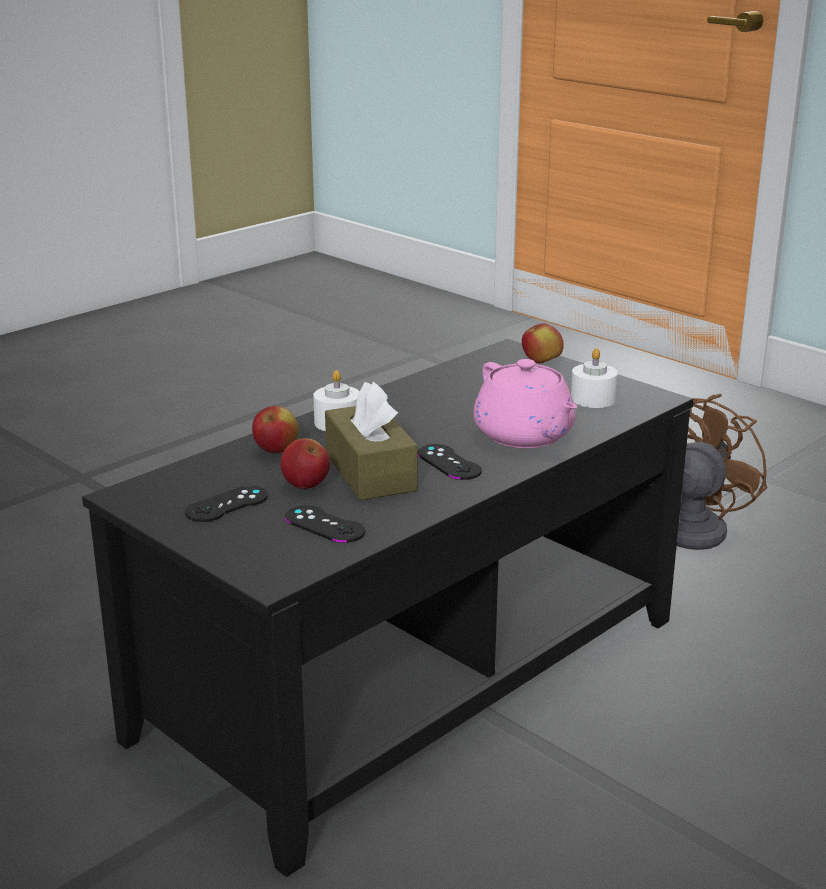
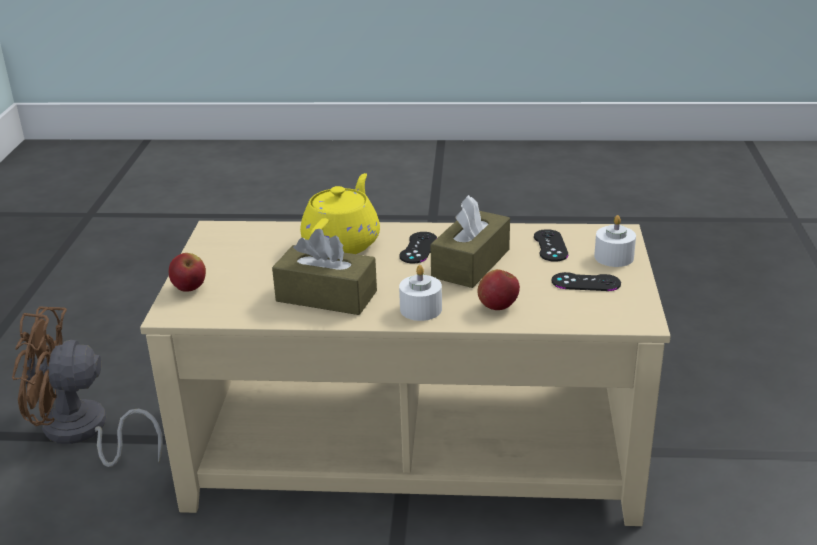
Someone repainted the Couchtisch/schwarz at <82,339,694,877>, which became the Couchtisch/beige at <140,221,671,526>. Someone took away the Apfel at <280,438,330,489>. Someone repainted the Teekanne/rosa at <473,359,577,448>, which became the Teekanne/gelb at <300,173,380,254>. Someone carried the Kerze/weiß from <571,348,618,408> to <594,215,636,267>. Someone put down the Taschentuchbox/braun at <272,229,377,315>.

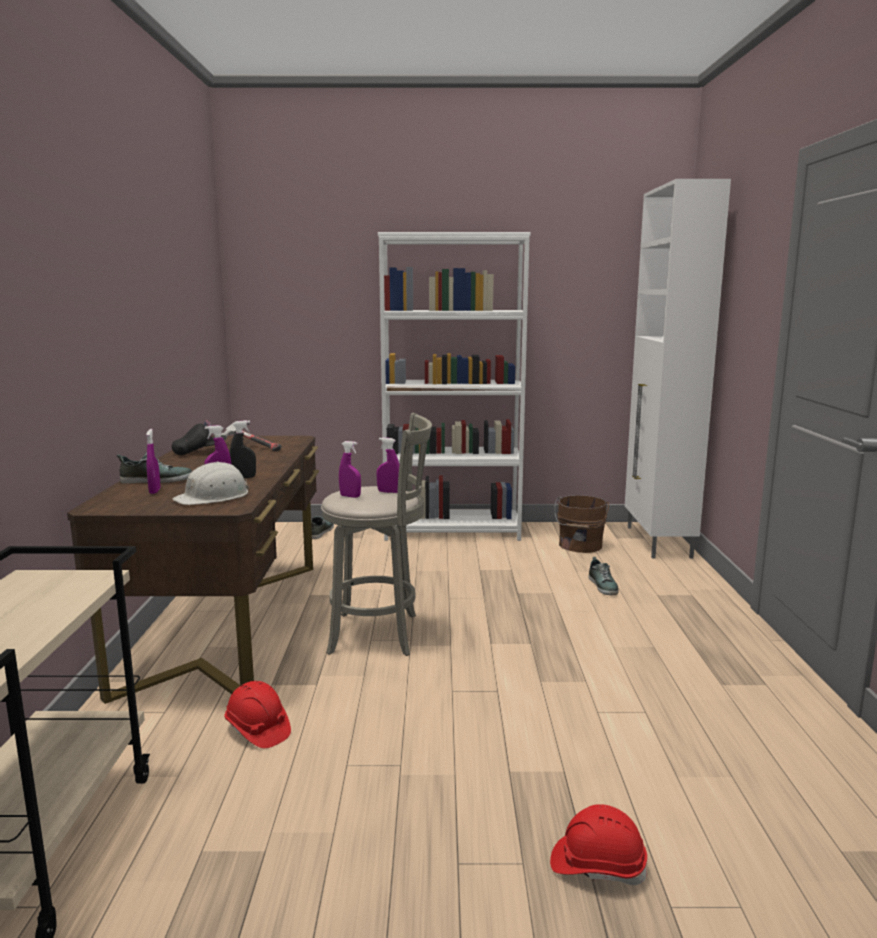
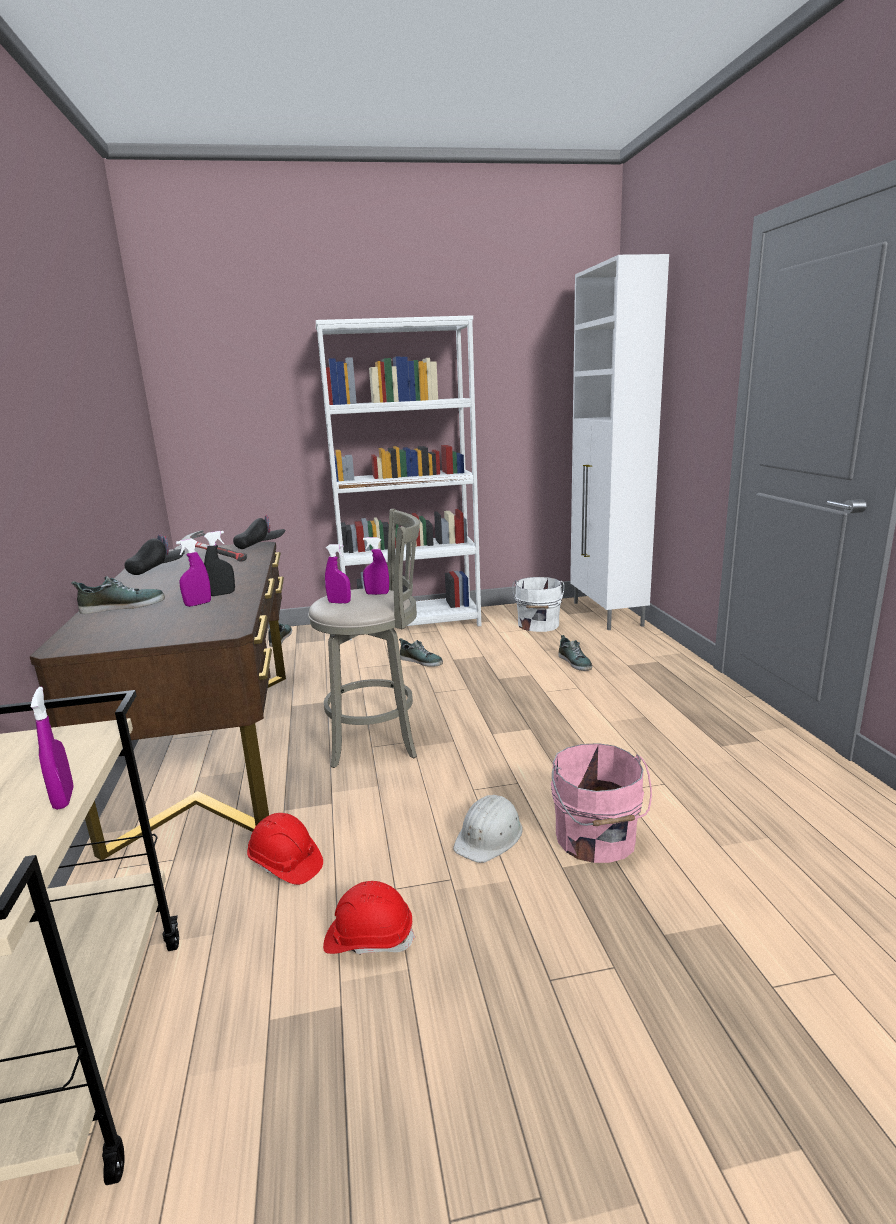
Someone carried the Sprühflasche/lila from <146,429,160,494> to <31,687,74,810>. Someone carried the Schutzhelm/weiß from <172,461,248,505> to <453,795,523,863>. Someone carried the Schutzhelm/rot from <550,804,647,885> to <323,881,415,955>. Someone repainted the Eimer/braun at <554,495,609,553>, which became the Eimer/weiß at <512,577,564,632>. Someone put down the Kappe/schwarz at <233,515,285,549>. Someone put down the Schuh at <399,638,443,667>. Someone put down the Eimer/rosa at <551,743,652,863>.

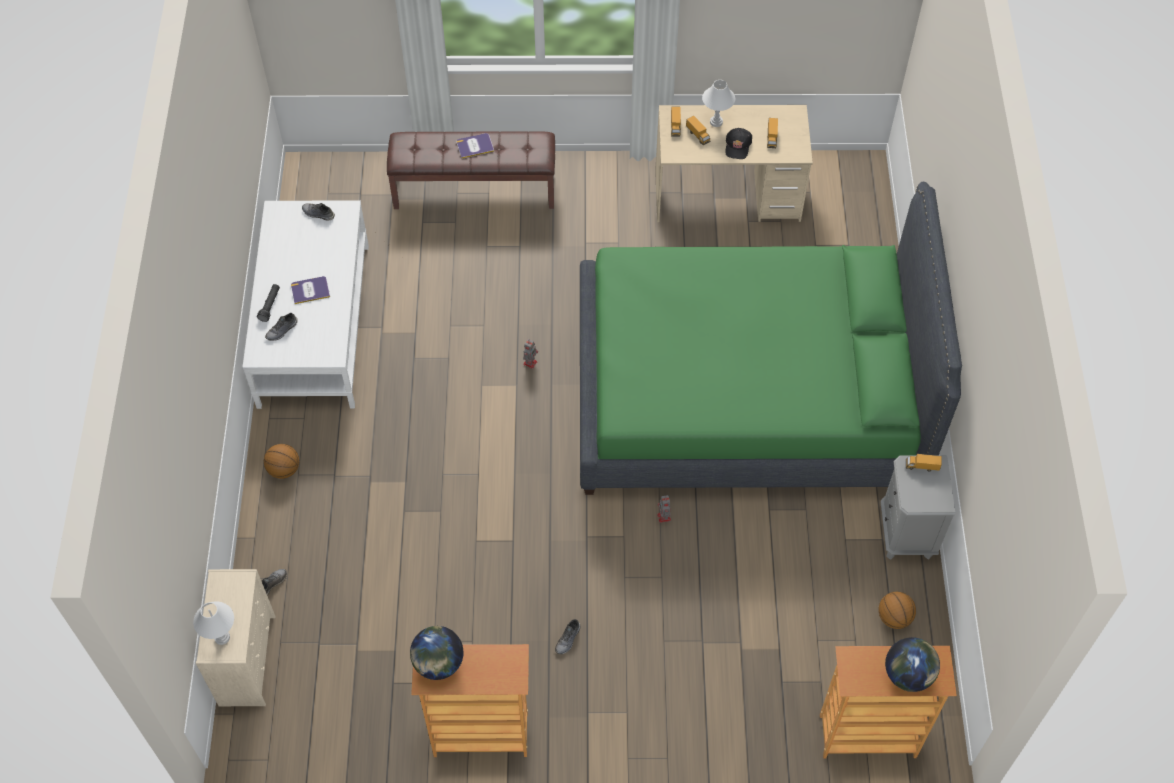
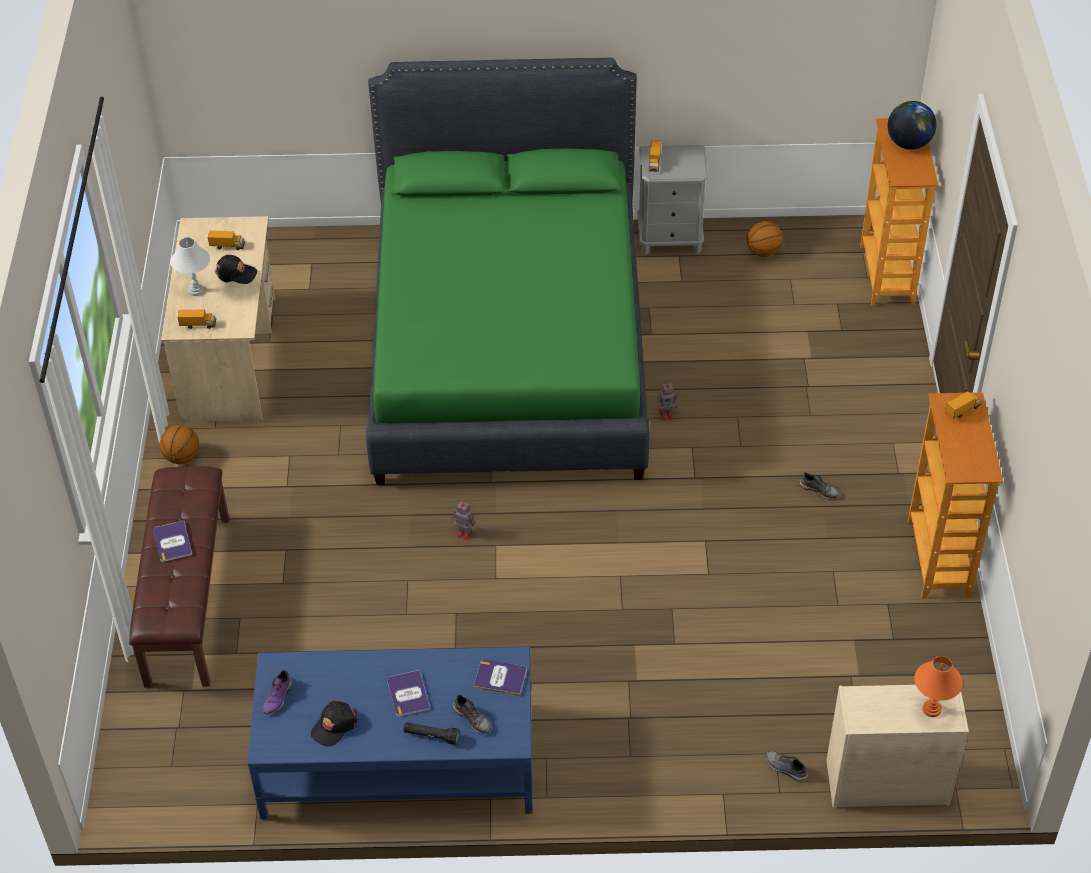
Someone repainted the Tischlampe/weiß at <193,602,234,645>, which became the Tischlampe/orange at <914,656,963,717>. Someone repainted the Couchtisch/weiß at <242,200,369,409>, which became the Couchtisch/blau at <247,647,533,819>. Someone carried the Basketball from <264,444,299,479> to <160,425,199,464>. Someone repainted the Schuh/grau at <302,203,335,220>, which became the Schuh/lila at <262,670,292,714>. Someone took away the Globus at <410,626,463,680>. Someone carried the Spielzeuglaster from <686,116,710,145> to <945,391,981,419>. Someone put down the Kappe/schwarz at <311,701,357,746>. Someone put down the Buch at <474,659,527,696>.

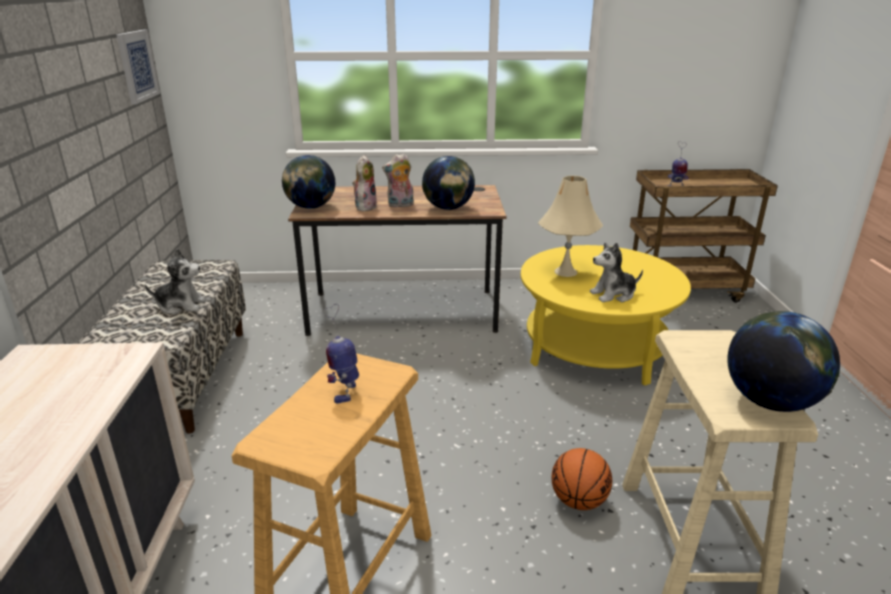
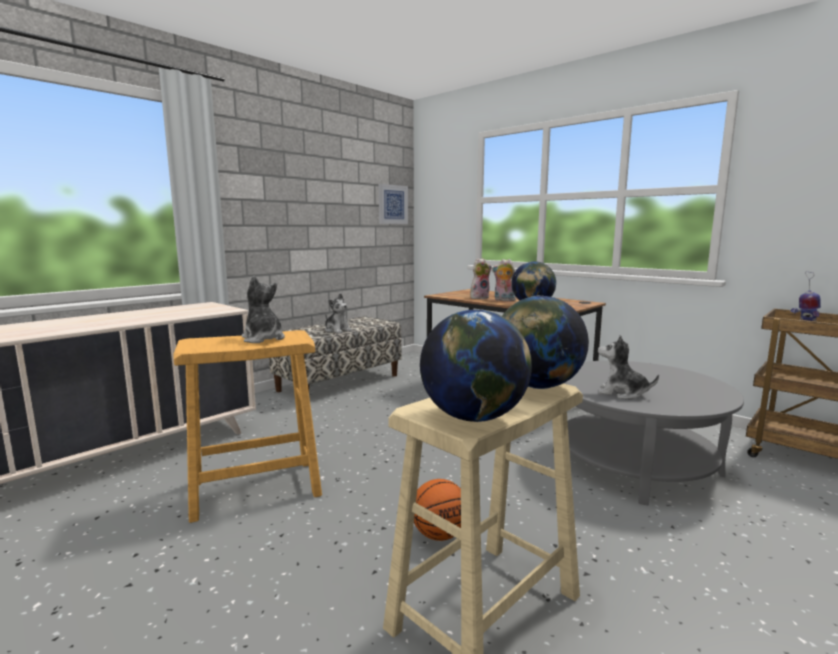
Someone carried the Globus from <282,155,335,209> to <502,296,589,389>. Someone swapped the Spielzeugroboter at <324,304,359,403> for the Plüschtier at <242,276,285,343>. Someone repainted the Couchtisch/gelb at <521,245,691,386>, which became the Couchtisch/grau at <552,361,744,505>. Someone took away the Tischlampe/beige at <538,176,603,277>.

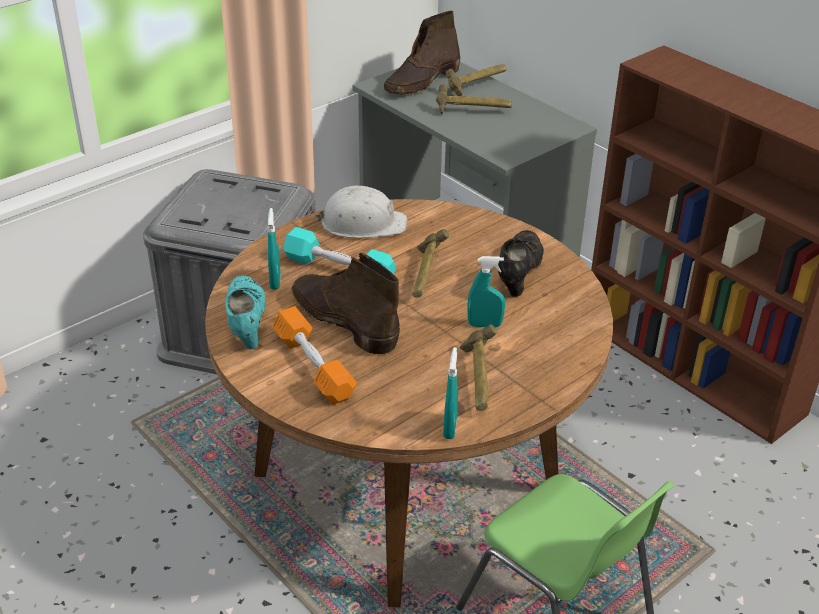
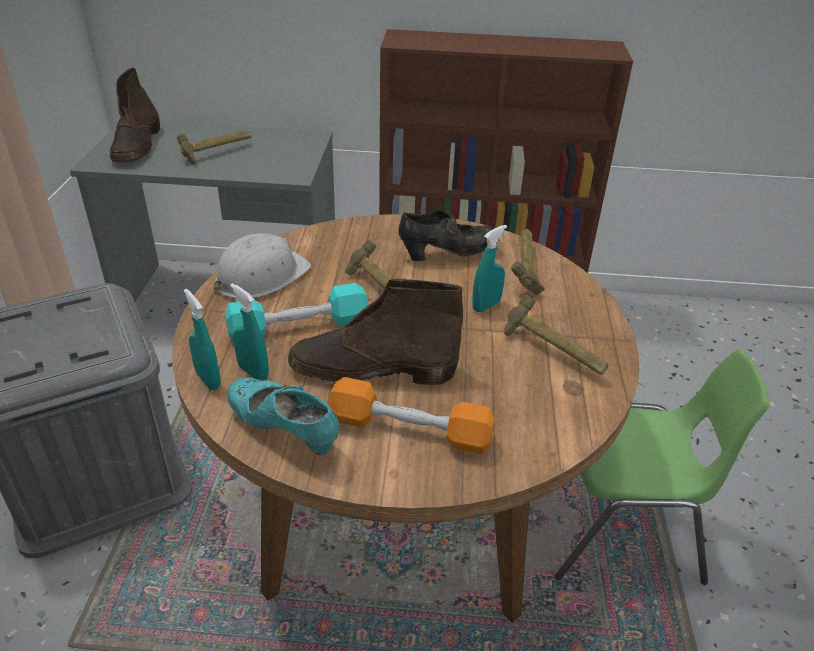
Someone carried the Sprühflasche/türkis from <443,347,458,439> to <184,289,221,390>. Someone carried the Hammer from <446,64,507,96> to <511,229,545,295>. Someone rotated the Schuh/schwarz at <498,230,544,297> by 105 degrees clockwise.

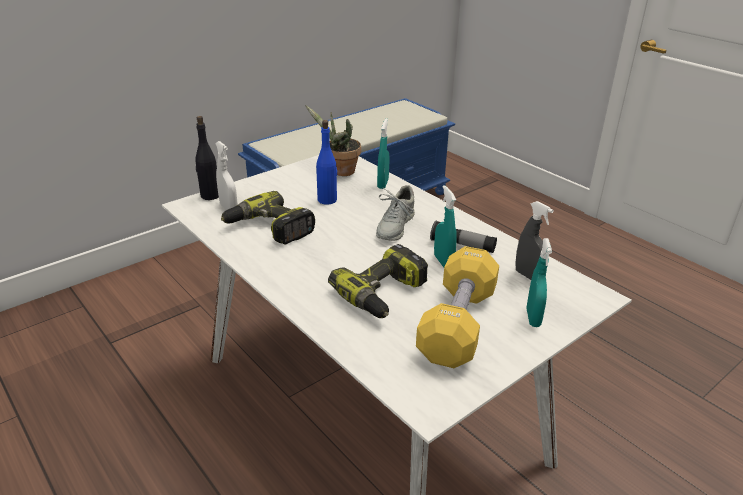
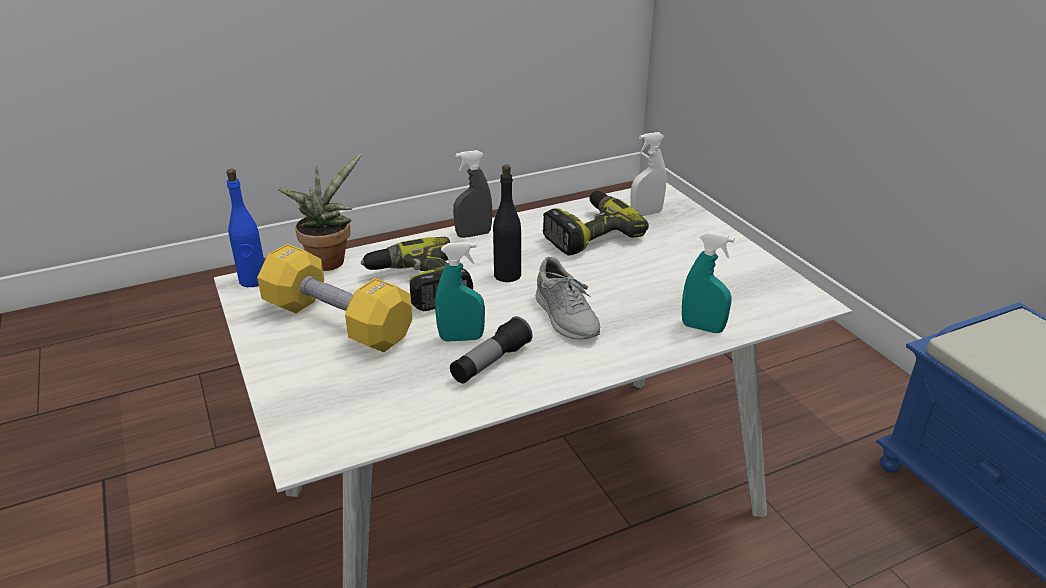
Someone carried the Flasche/schwarz from <195,116,219,200> to <493,165,521,282>. Someone carried the Topfpflanze from <305,105,361,176> to <278,154,361,271>. Someone carried the Flasche/blau from <316,120,337,205> to <226,169,264,287>. Someone rotated the Schuh/grau at <376,185,415,241> by 150 degrees counterclockwise. Someone carried the Sprühflasche/grau from <515,201,554,280> to <453,150,492,238>. Someone took away the Sprühflasche/türkis at <527,238,552,327>.

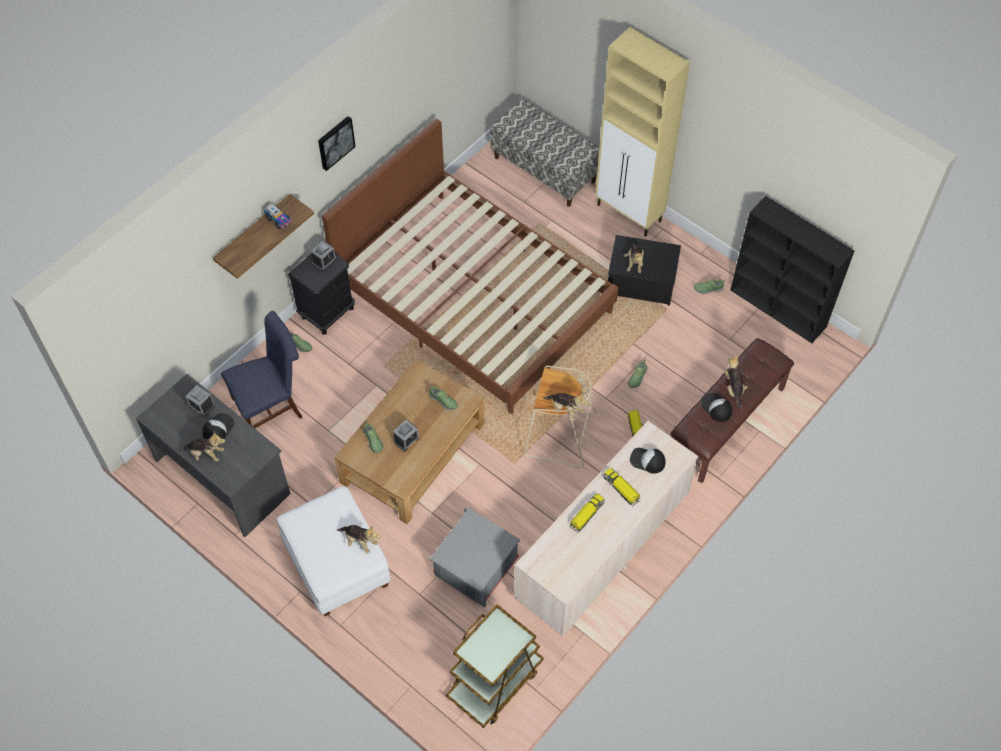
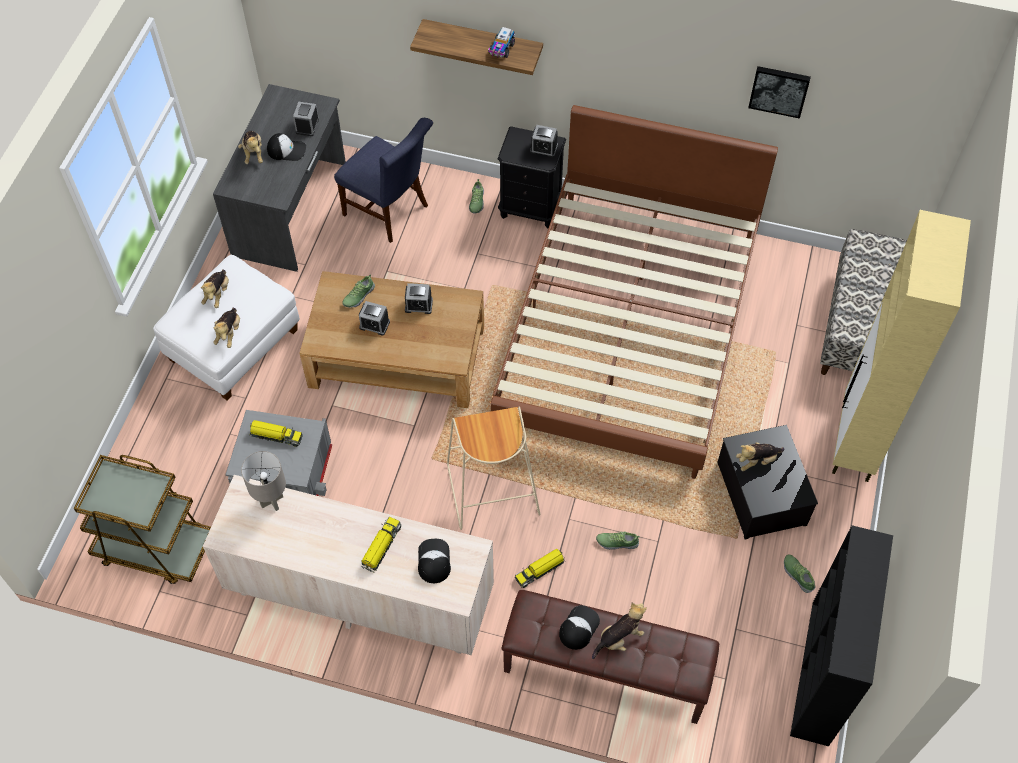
Someone carried the Bild from <318,116,356,171> to <748,66,811,119>. Someone took away the Schuh at <429,386,457,410>. Someone carried the Plüschtier from <543,392,589,421> to <201,269,229,308>. Someone carried the Spielzeuglaster from <569,493,605,533> to <250,420,303,447>. Someone put down the Tischlampe/grau at <241,451,286,511>. Someone put down the Wecker at <405,283,433,314>.

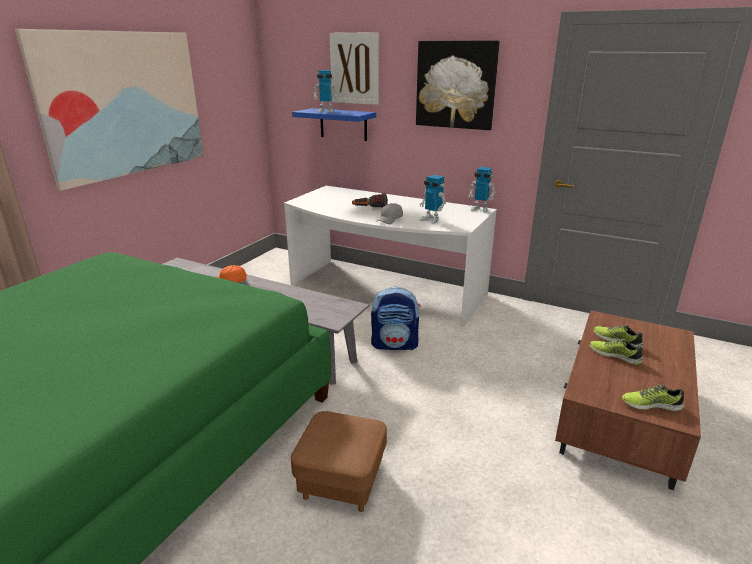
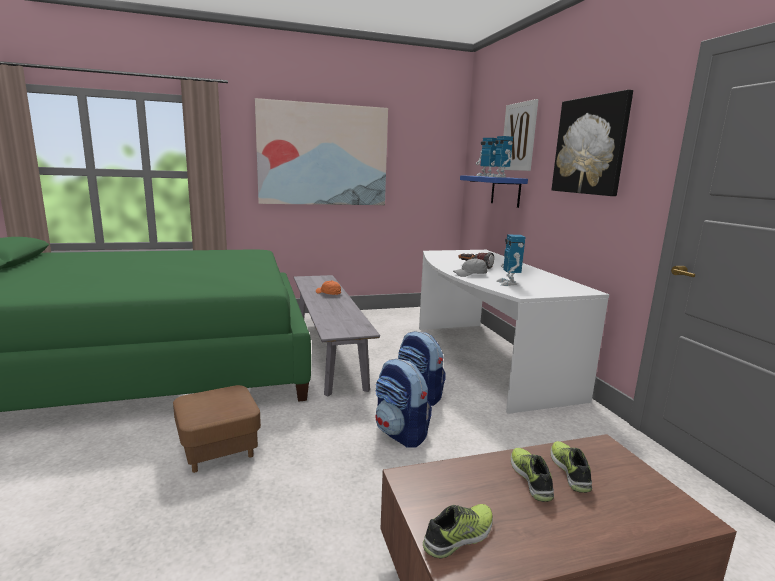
Someone carried the Spielzeugroboter from <468,167,495,213> to <489,136,513,178>. Someone rotated the Schuh at <622,385,684,411> by 90 degrees clockwise. Someone put down the Rucksack at <375,359,432,447>.

